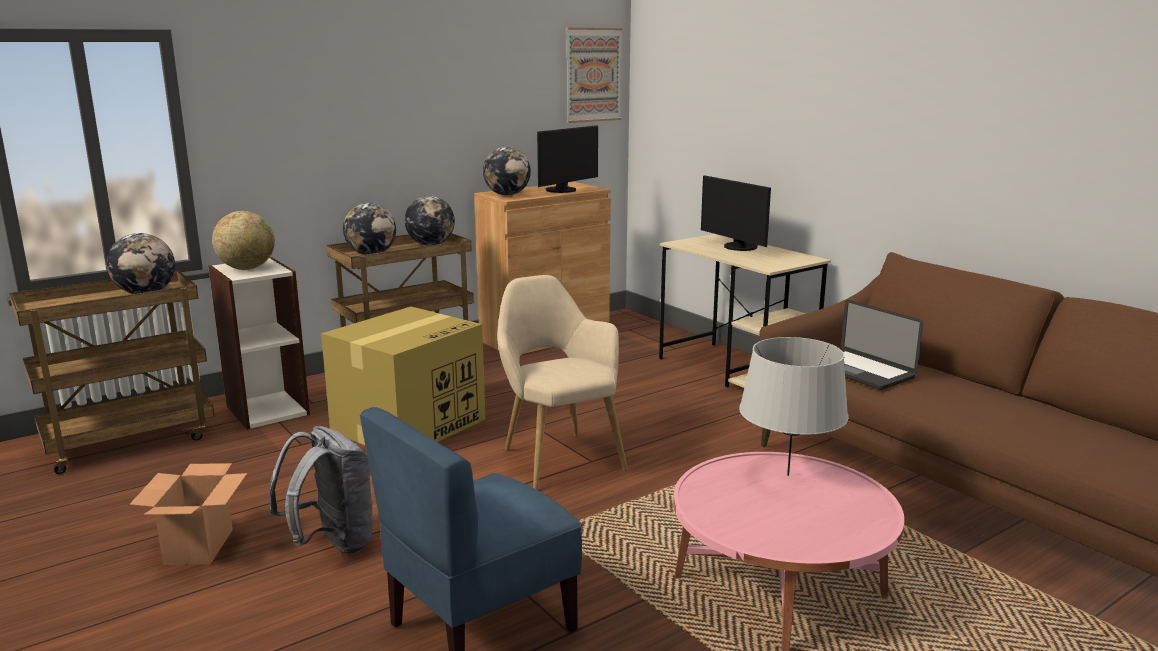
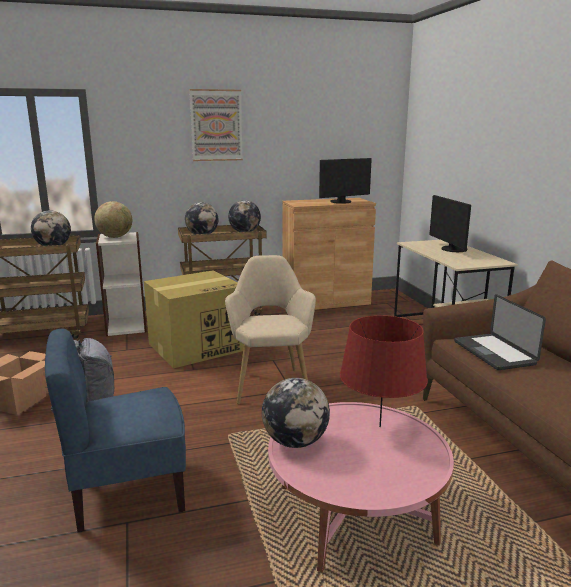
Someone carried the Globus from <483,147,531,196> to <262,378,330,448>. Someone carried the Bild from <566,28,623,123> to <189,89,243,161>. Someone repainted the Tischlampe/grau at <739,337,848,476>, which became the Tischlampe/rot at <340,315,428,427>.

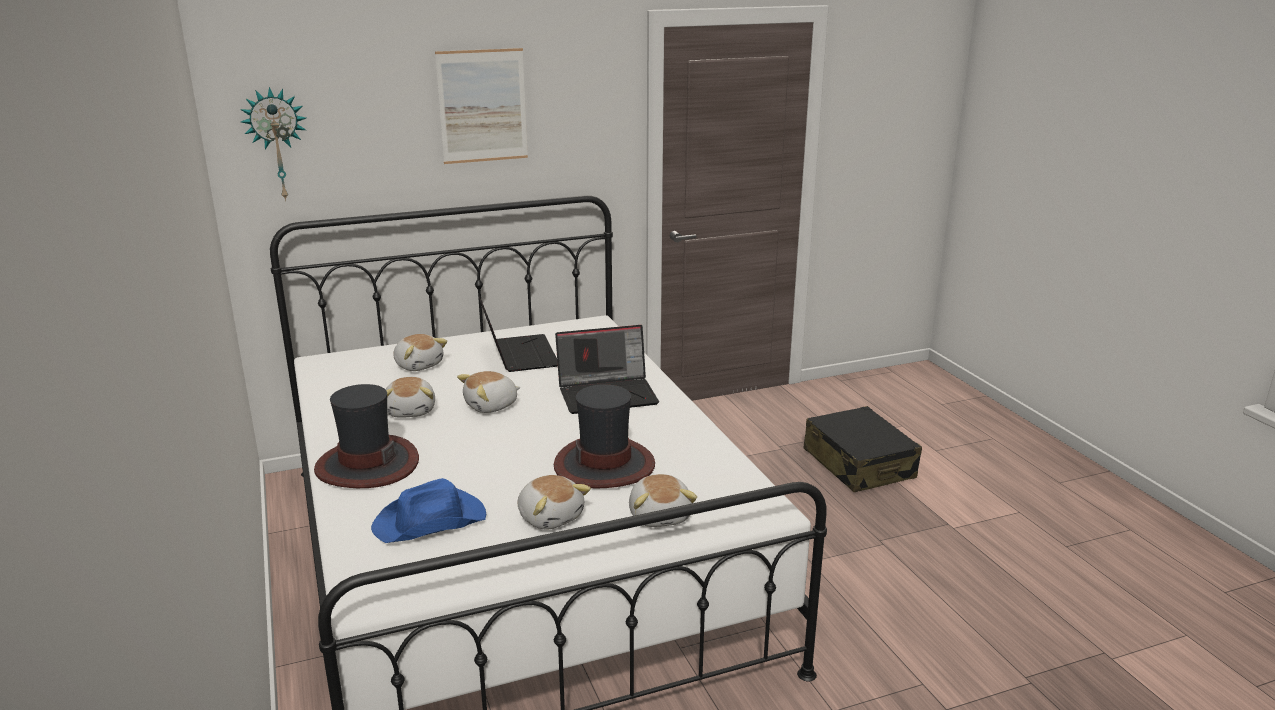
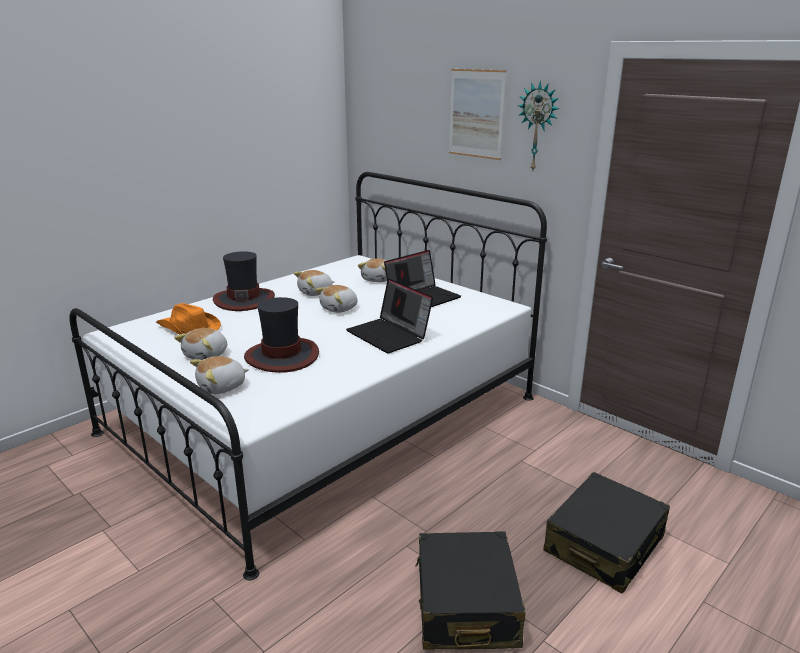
Someone carried the Wanduhr from <240,87,306,202> to <518,81,560,170>. Someone repainted the Hut/blau at <371,478,486,543>, which became the Hut/orange at <156,303,221,335>. Someone rotated the Plüschtier at <457,371,521,413> by 75 degrees counterclockwise. Someone put down the Koffer/schwarz at <415,531,526,650>.

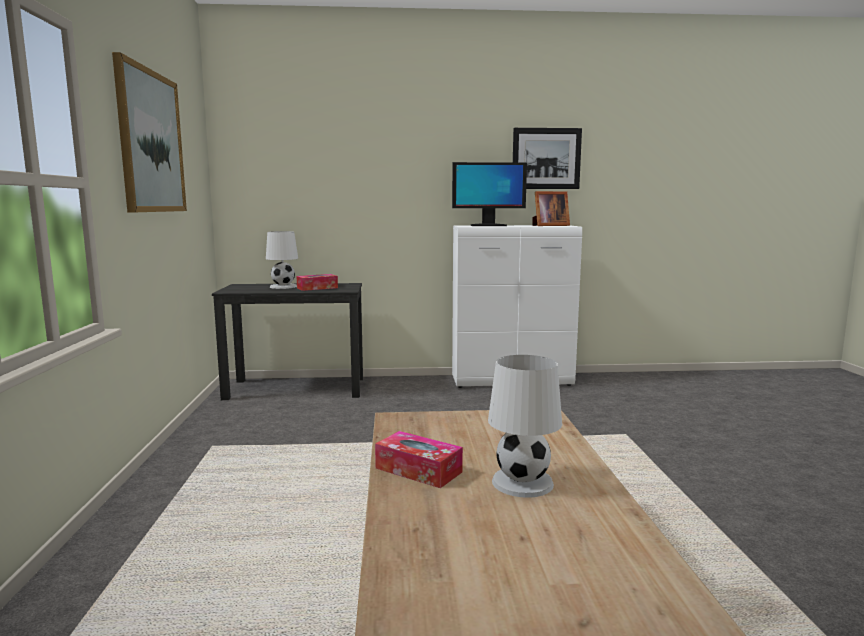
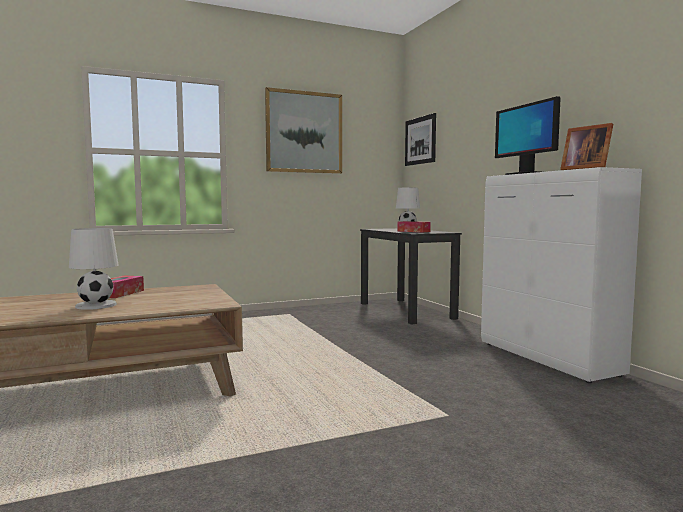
Someone carried the Bild from <513,128,582,189> to <405,113,436,166>.

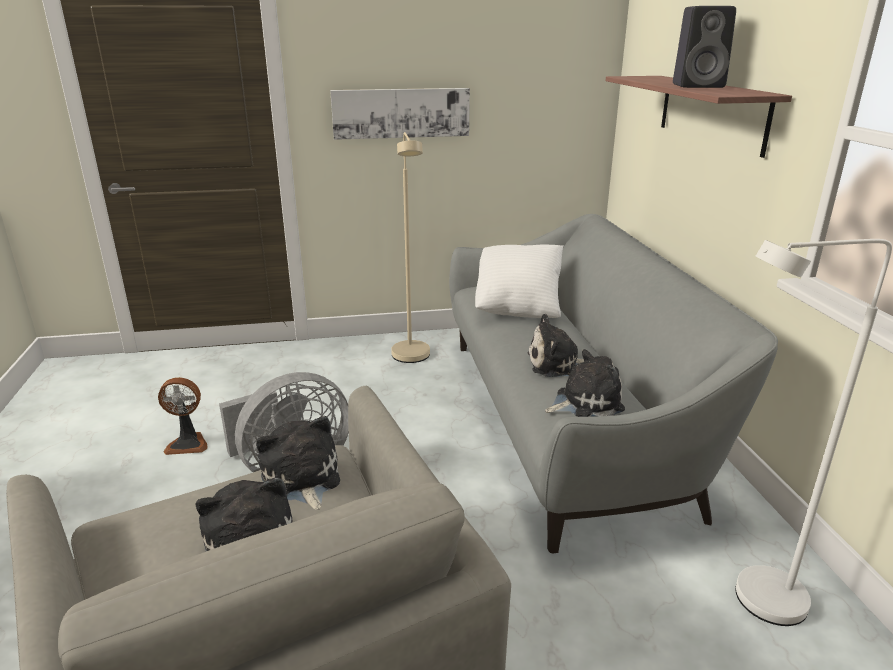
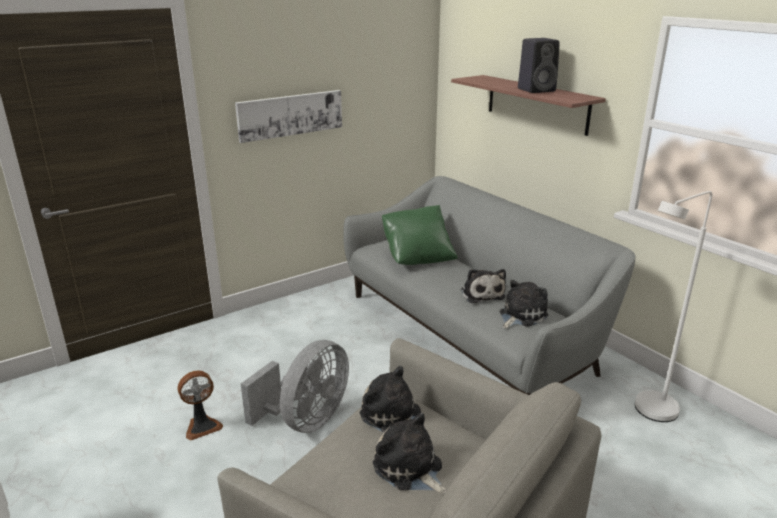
Someone took away the Stehlampe/beige at <391,132,430,363>. Someone repainted the Kissen/weiß at <475,244,564,318>, which became the Kissen/grün at <382,205,458,265>. Someone rotated the Plüschtier at <528,314,584,377> by 75 degrees counterclockwise.

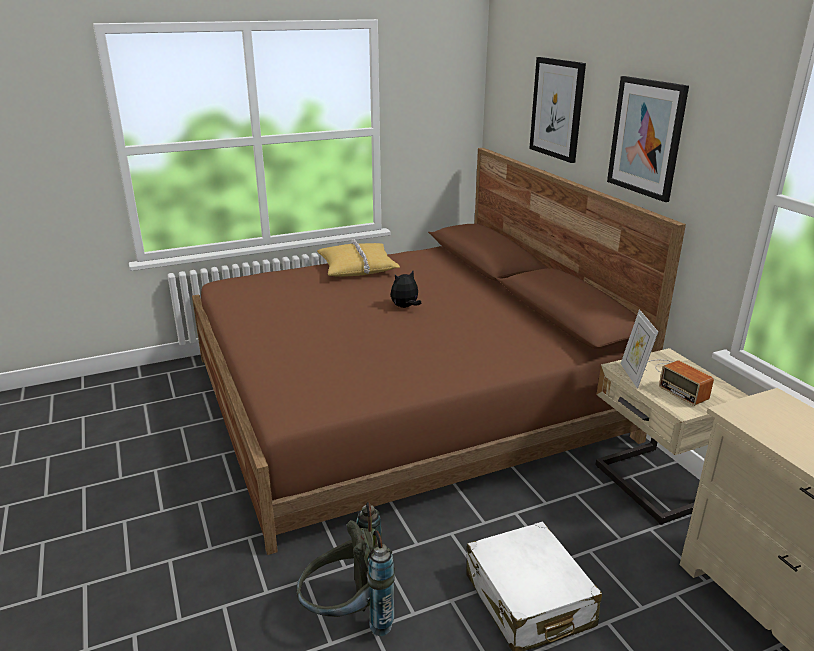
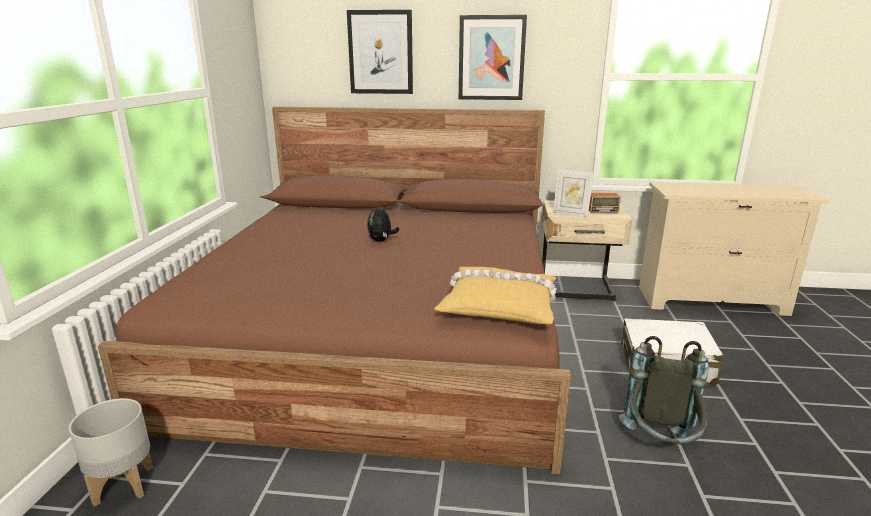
Someone carried the Kissen/gelb from <317,239,400,277> to <434,267,557,324>. Someone put down the Pflanzkübel/grau at <69,398,153,506>.

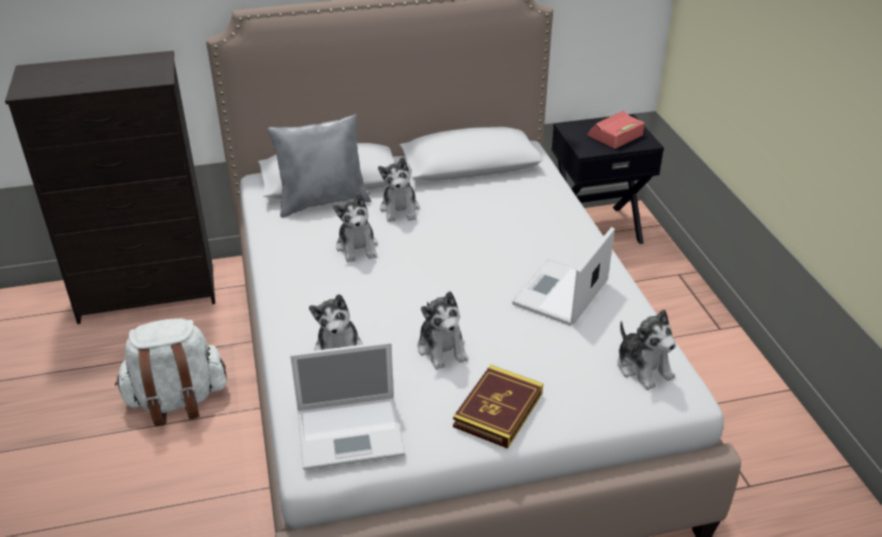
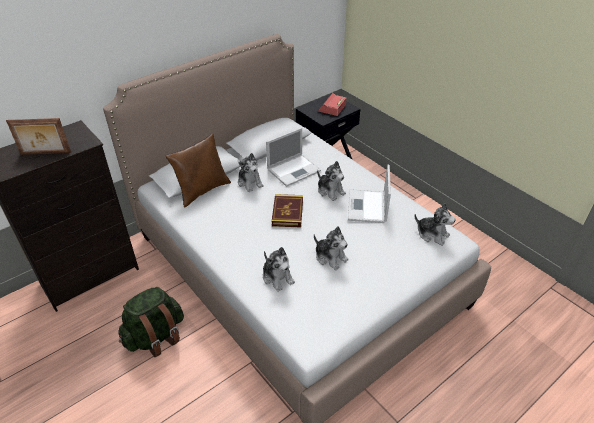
Someone repainted the Rucksack/weiß at <115,319,227,427>, which became the Rucksack/grün at <118,287,184,358>. Someone repainted the Kissen/grau at <267,114,371,218>, which became the Kissen/braun at <166,134,231,207>. Someone carried the Laptop from <290,341,405,470> to <266,128,321,187>. Someone carried the Plüschtier from <333,193,378,262> to <317,161,346,201>. Someone carried the Buch from <453,365,543,449> to <272,194,303,227>. Someone put down the Bilderrahmen at <6,118,71,155>.

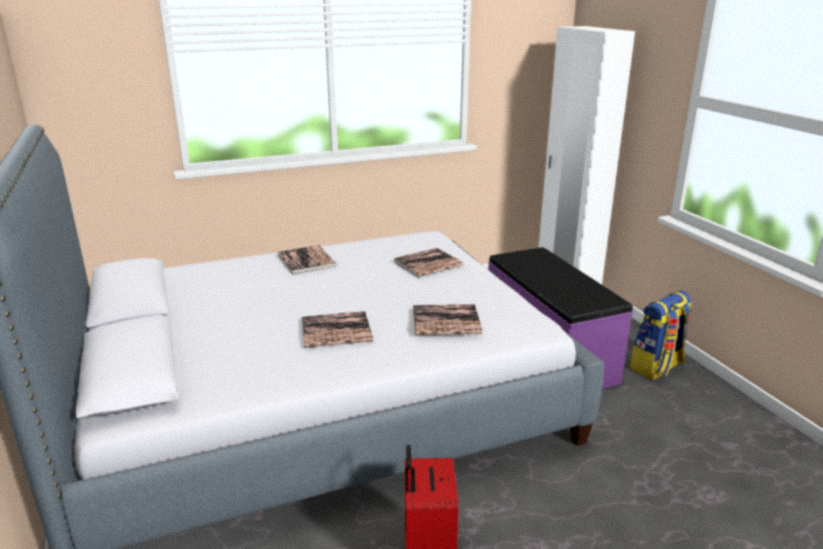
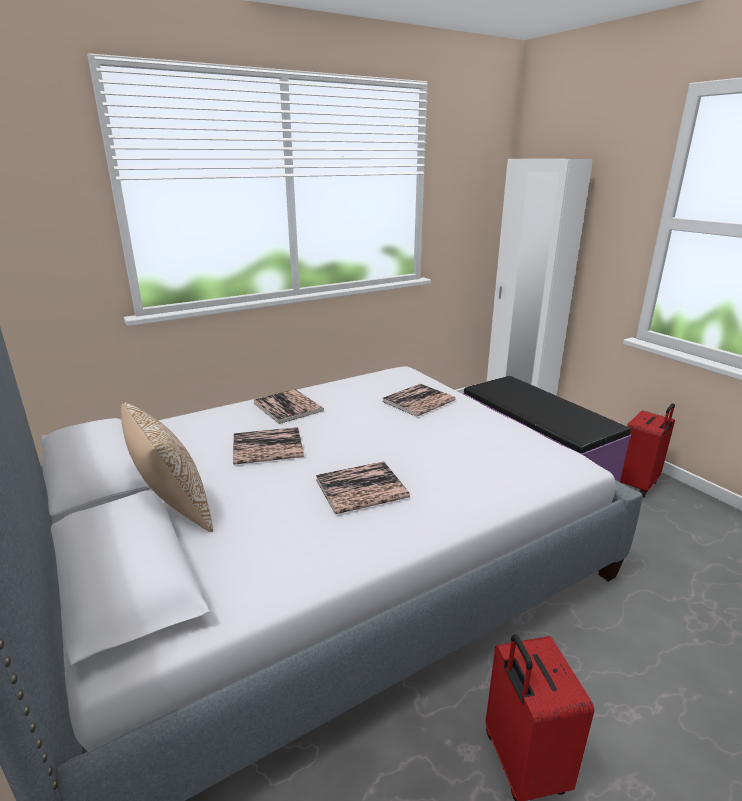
Someone carried the Buch from <413,304,482,335> to <233,427,304,465>. Someone swapped the Rucksack at <630,291,693,380> for the Koffer/rot at <620,403,675,498>. Someone put down the Kissen at <121,402,213,532>.

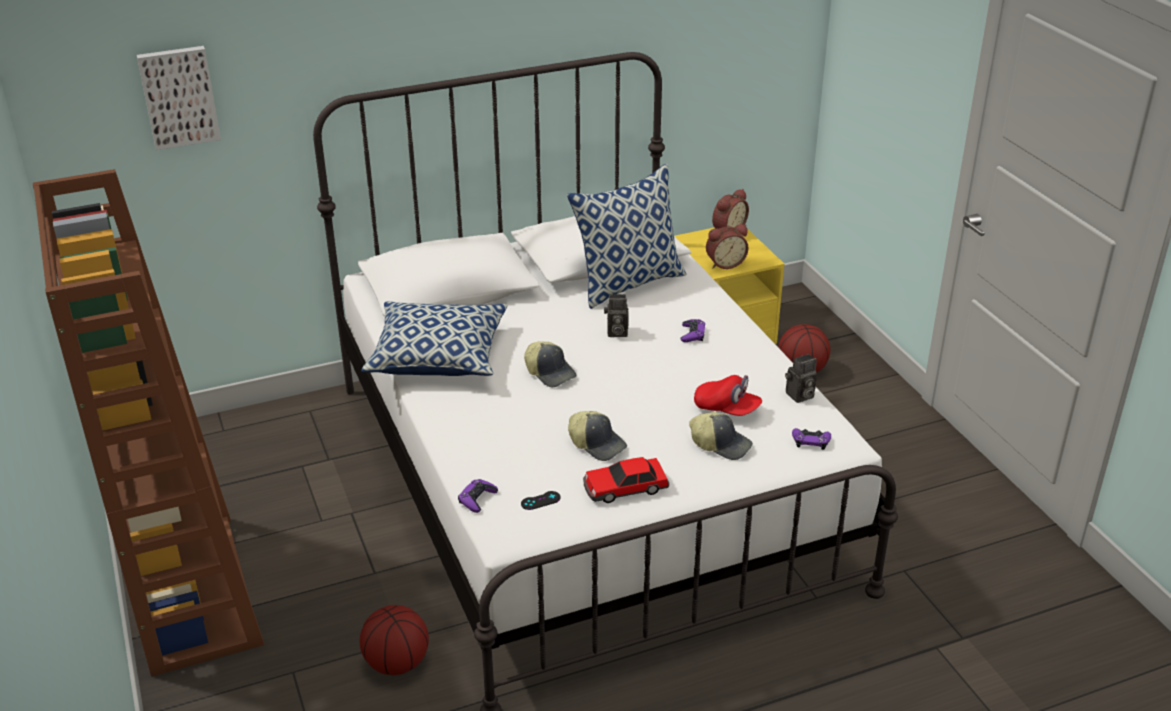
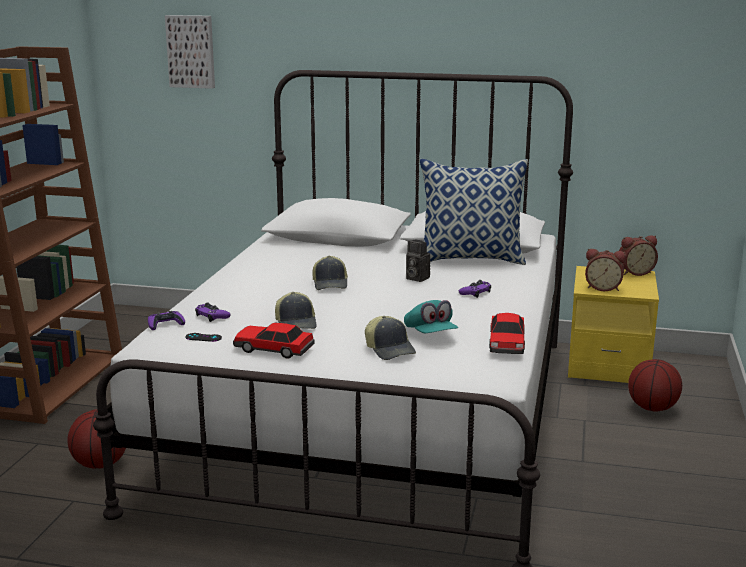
Someone took away the Kissen at <361,301,508,376>. Someone repainted the Kappe/rot at <694,375,762,416>, which became the Kappe/türkis at <404,300,458,333>. Someone swapped the Kamera at <785,354,817,403> for the Spielzeugauto at <489,313,525,354>. Someone carried the Gamepad/lila from <792,428,831,450> to <195,302,231,322>.

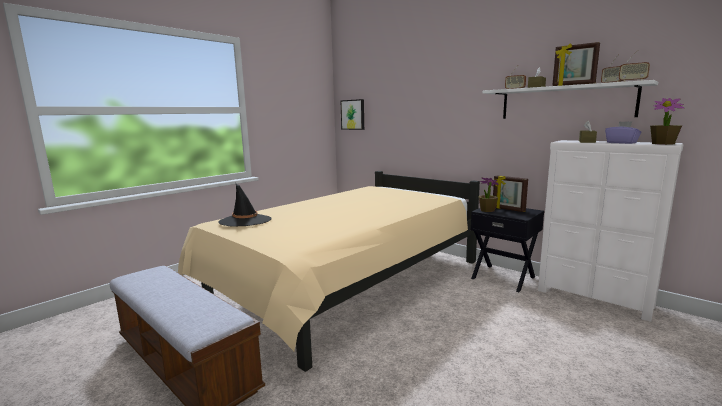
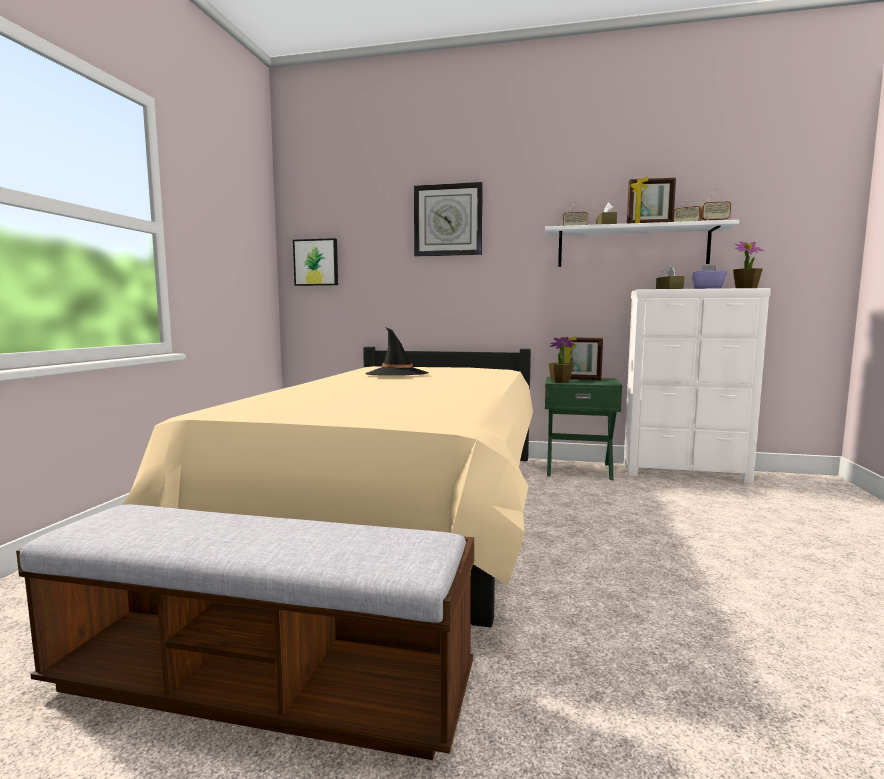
Someone carried the Hut/schwarz from <218,183,271,227> to <365,327,429,376>. Someone repainted the Nachttisch/schwarz at <471,208,544,292>, which became the Nachttisch/grün at <545,377,622,480>. Someone put up the Wanduhr at <414,182,483,256>.

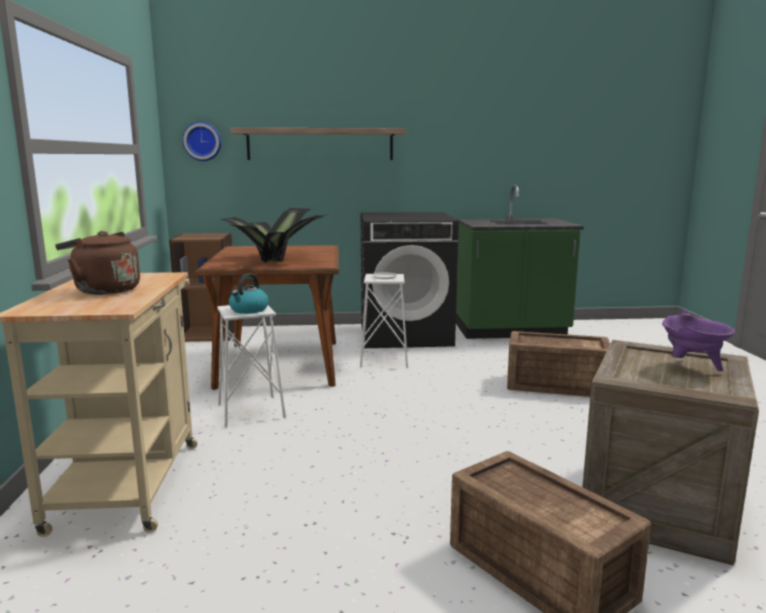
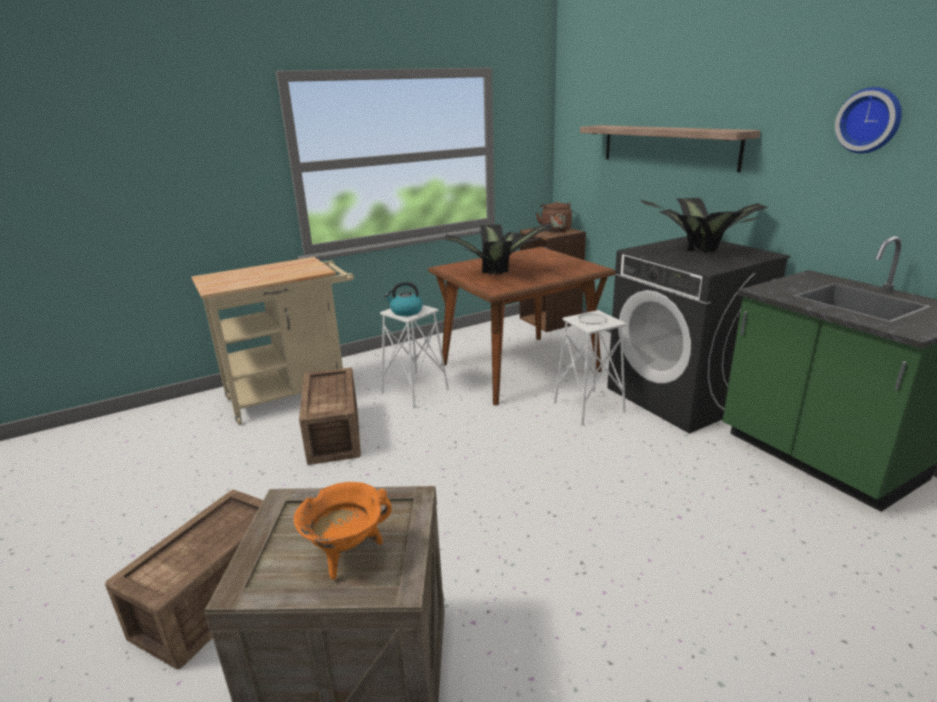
Someone carried the Wasserkessel/braun from <55,231,140,295> to <536,201,572,232>. Someone carried the Wanduhr from <182,122,221,161> to <835,87,902,154>. Someone carried the Kiste from <507,331,610,397> to <299,368,361,465>. Someone repainted the Kochtopf/lila at <662,310,735,371>, which became the Kochtopf/orange at <294,482,392,579>. Someone put down the Topfpflanze at <640,198,768,254>.

